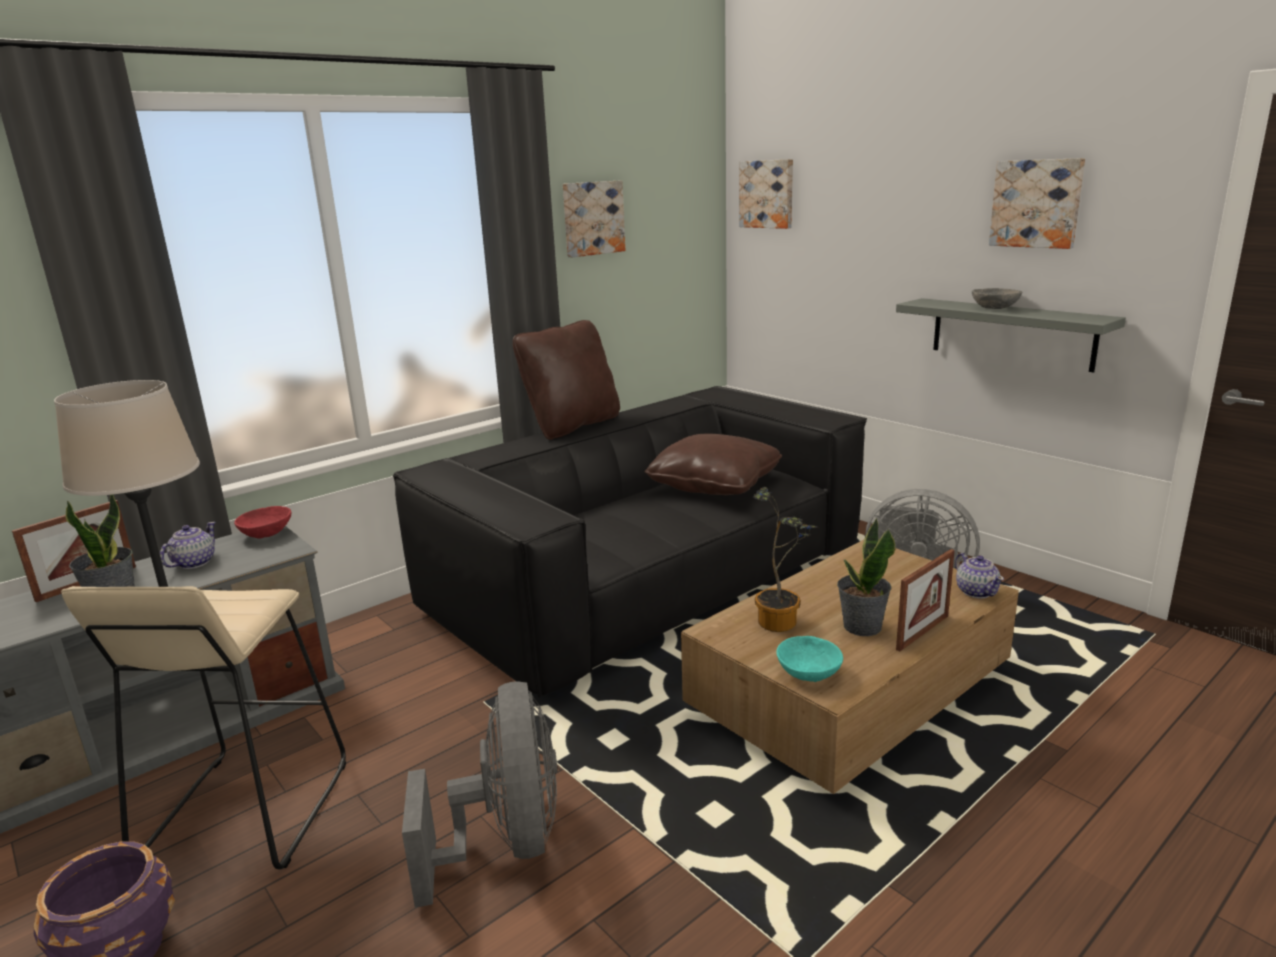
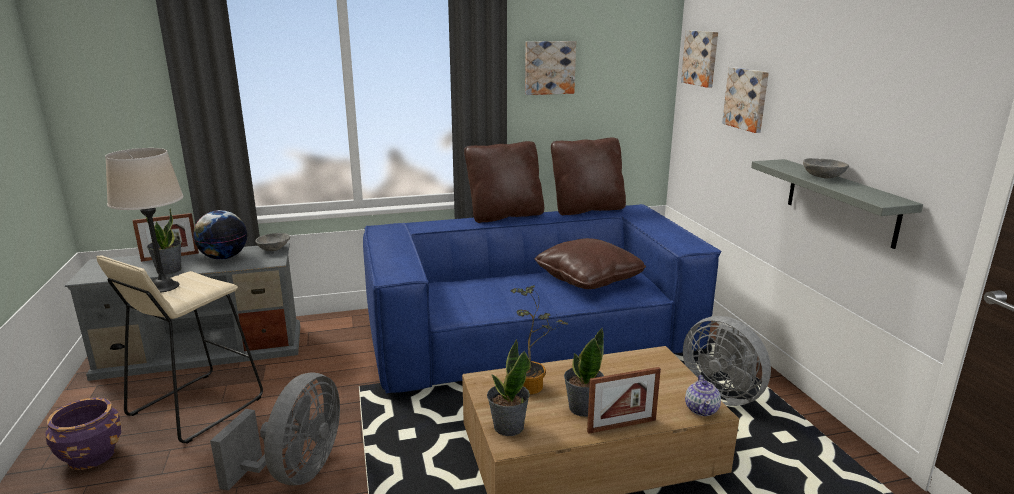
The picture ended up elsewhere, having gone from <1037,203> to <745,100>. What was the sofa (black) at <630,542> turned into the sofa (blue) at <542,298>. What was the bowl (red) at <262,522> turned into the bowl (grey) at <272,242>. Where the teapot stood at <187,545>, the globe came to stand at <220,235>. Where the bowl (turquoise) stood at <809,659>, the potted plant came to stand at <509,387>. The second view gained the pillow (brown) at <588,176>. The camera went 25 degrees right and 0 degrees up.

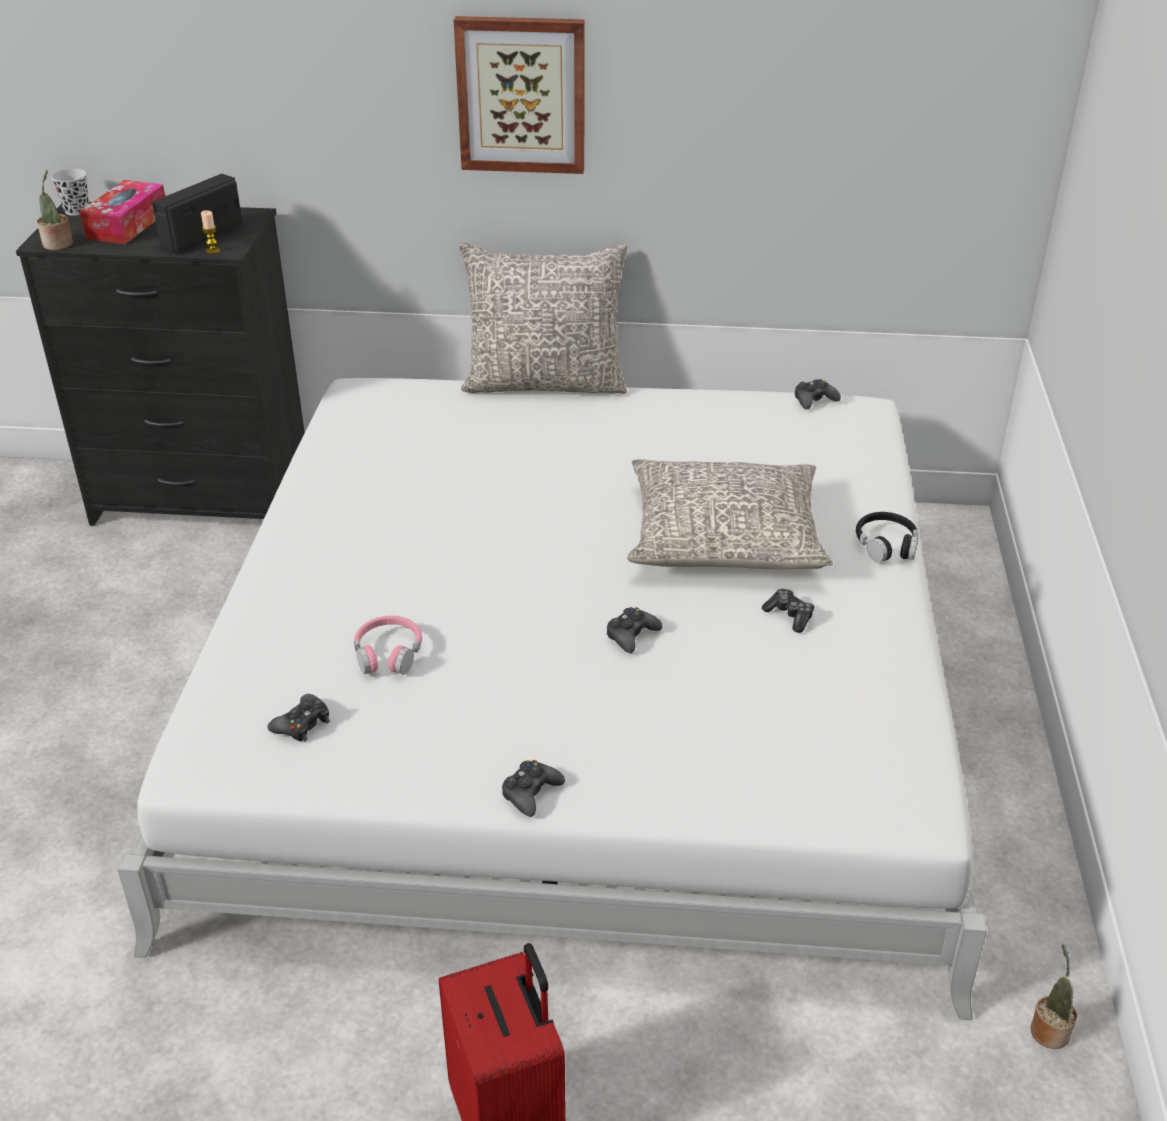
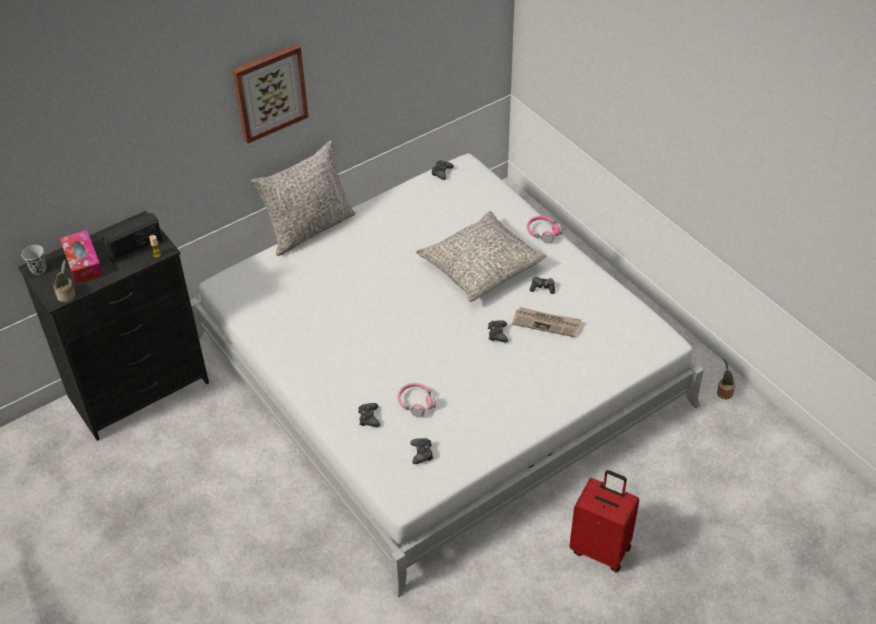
The radio at <197,214> ended up facing another way, 120 degrees counterclockwise from before. What was the headphones (black) at <887,537> turned into the headphones (pink) at <545,230>. The game controller (black) ended up elsewhere, having gone from <533,788> to <369,415>. The second view gained the newspaper at <547,322>. The camera went 40 degrees left and 10 degrees up.

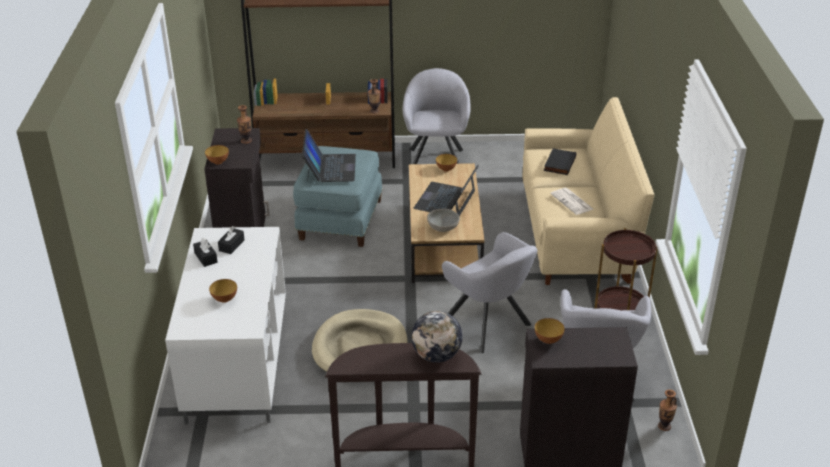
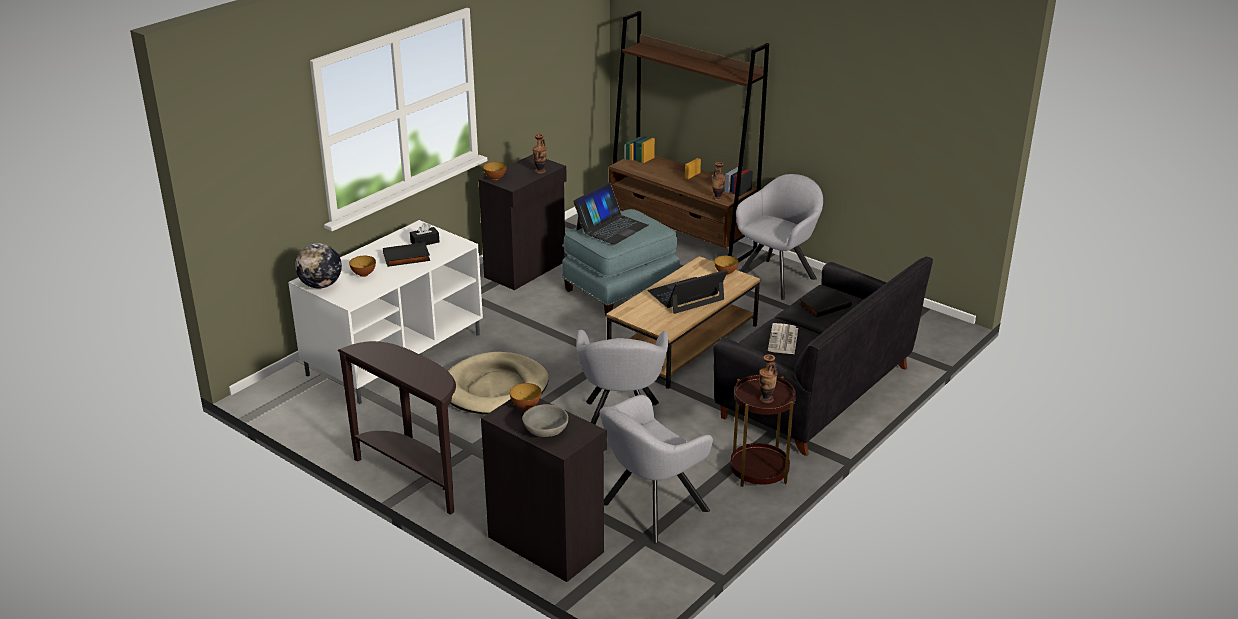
What was the sofa (beige) at <588,191> turned into the sofa (black) at <823,356>. The bowl (grey) ended up elsewhere, having gone from <443,220> to <545,420>. The second view lost the tissue box (black) at <205,252>. The globe ended up elsewhere, having gone from <437,337> to <318,266>. The vase ended up elsewhere, having gone from <667,410> to <768,378>. The second view gained the book (black) at <406,254>. The camera went 40 degrees right and 5 degrees down.

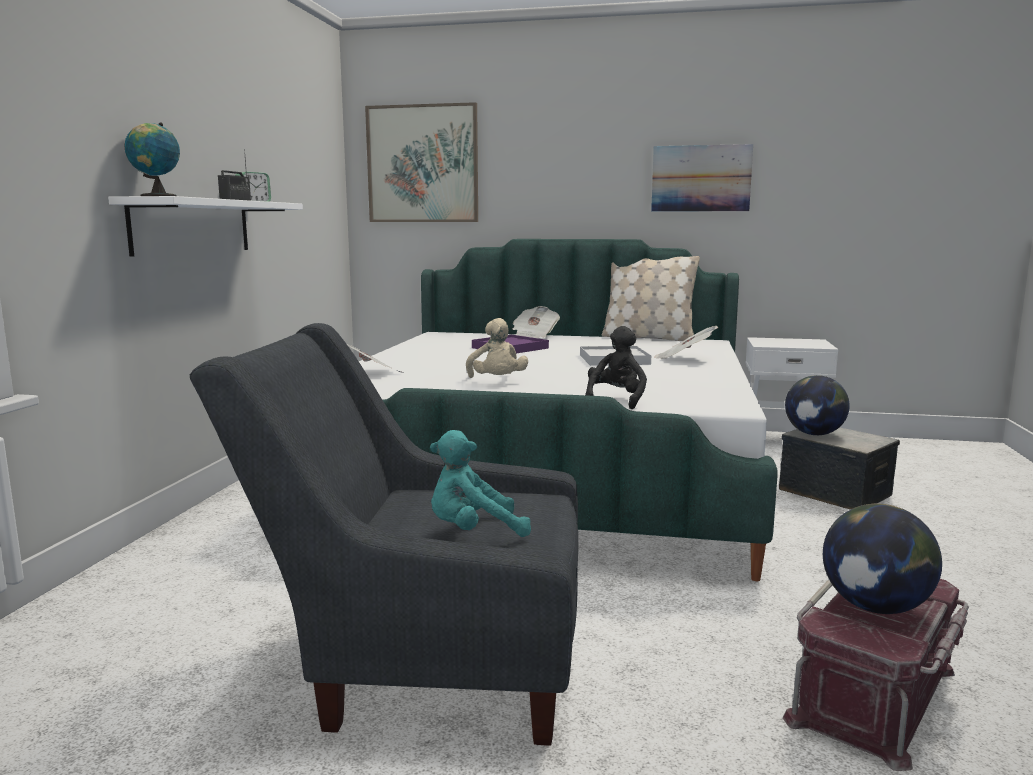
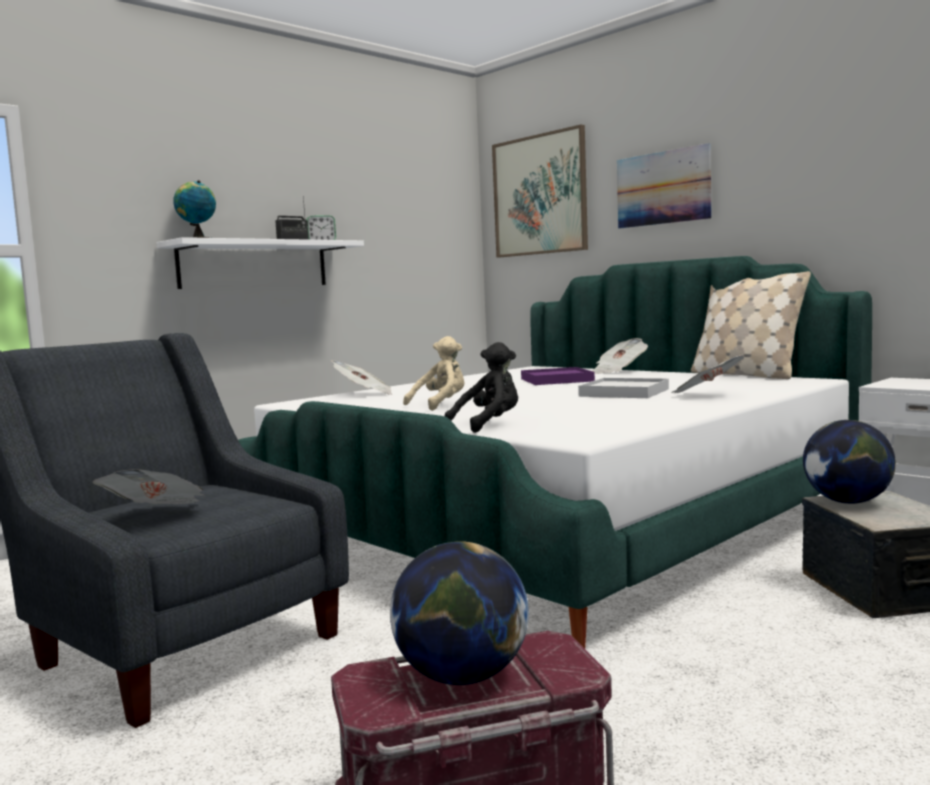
The picture ended up elsewhere, having gone from <702,178> to <664,186>. The plush toy (beige) at <497,348> ended up facing another way, 150 degrees counterclockwise from before. Where the plush toy (turquoise) stood at <480,483>, the newspaper came to stand at <148,486>. The camera went 35 degrees right and 5 degrees down.

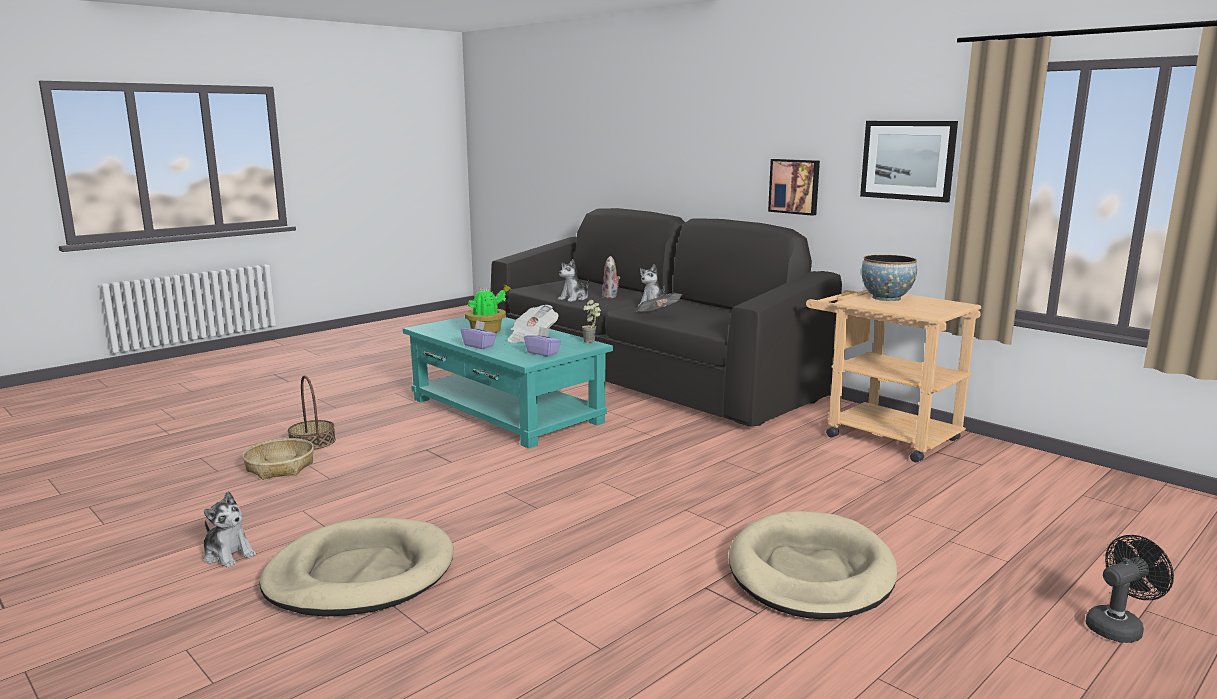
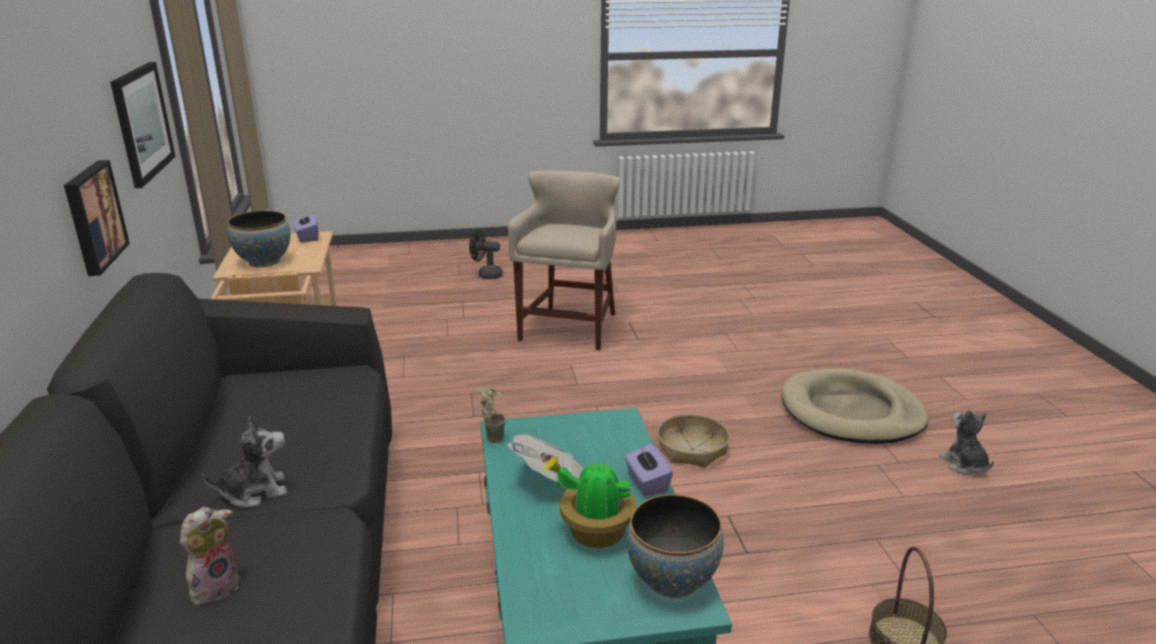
The second view lost the plush toy at <573,280>. The second view lost the newspaper at <658,302>. The tissue box (purple) ended up elsewhere, having gone from <542,342> to <305,227>. The basket ended up elsewhere, having gone from <278,459> to <693,441>. Where the dog bed (beige) stood at <813,565>, the stool (beige) came to stand at <564,261>. The second view gained the bowl at <675,546>. The camera went 145 degrees left and 10 degrees up.

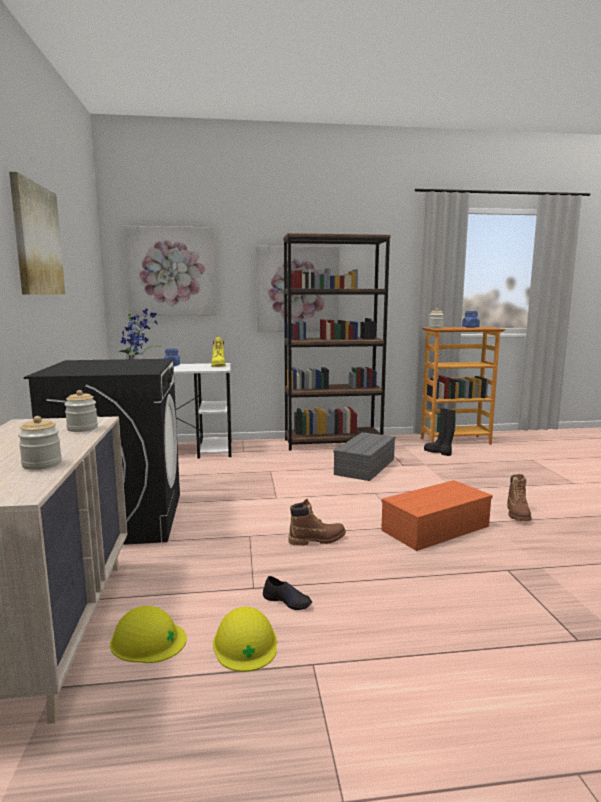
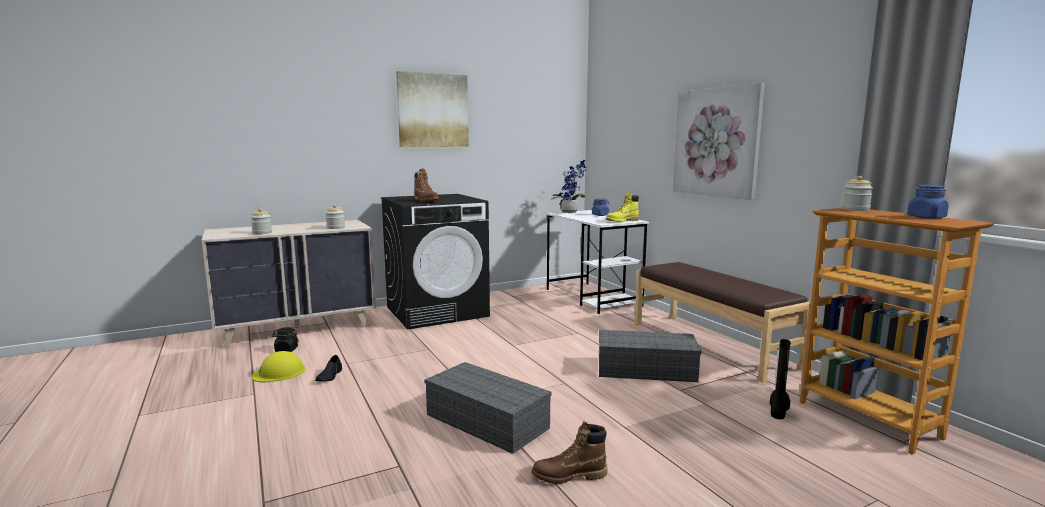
The second view lost the picture at <170,271>. Where the bookcase (brown) stood at <337,342>, the bench (brown) came to stand at <723,322>. What was the storage box (orange) at <437,515> turned into the storage box (grey) at <487,408>. The boot (brown) ended up elsewhere, having gone from <317,522> to <426,185>. Where the hard hat (yellow) stood at <148,634>, the jar (black) came to stand at <285,339>. The camera went 70 degrees right and 0 degrees up.

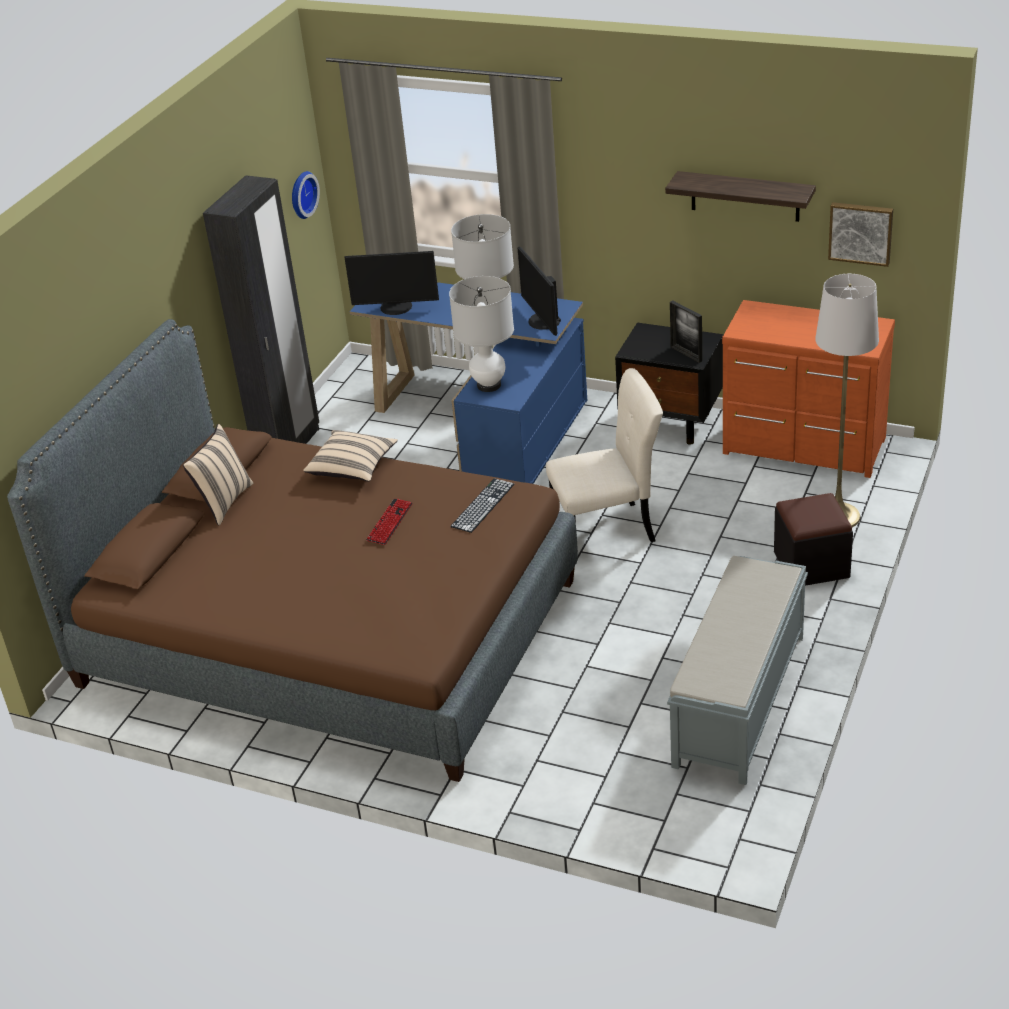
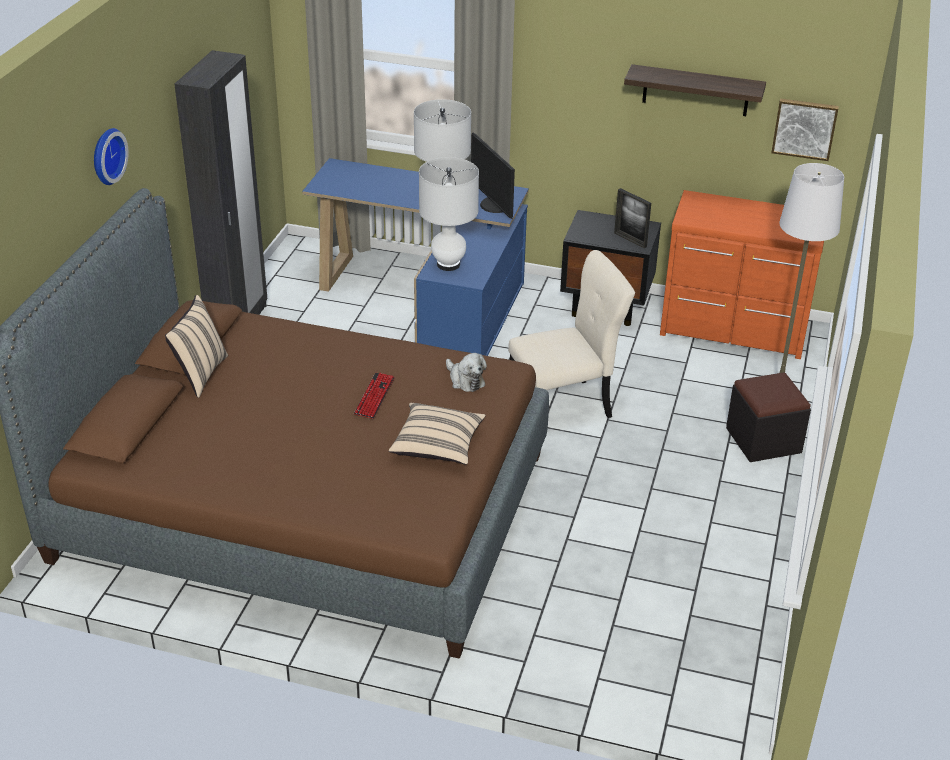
The wall clock ended up elsewhere, having gone from <306,195> to <111,156>. The second view lost the monitor at <391,283>. The pillow (beige) ended up elsewhere, having gone from <350,456> to <437,434>. Where the keyboard stood at <482,505>, the plush toy came to stand at <466,372>. The second view lost the bench (grey) at <737,670>. The camera went 10 degrees left and 0 degrees up.

